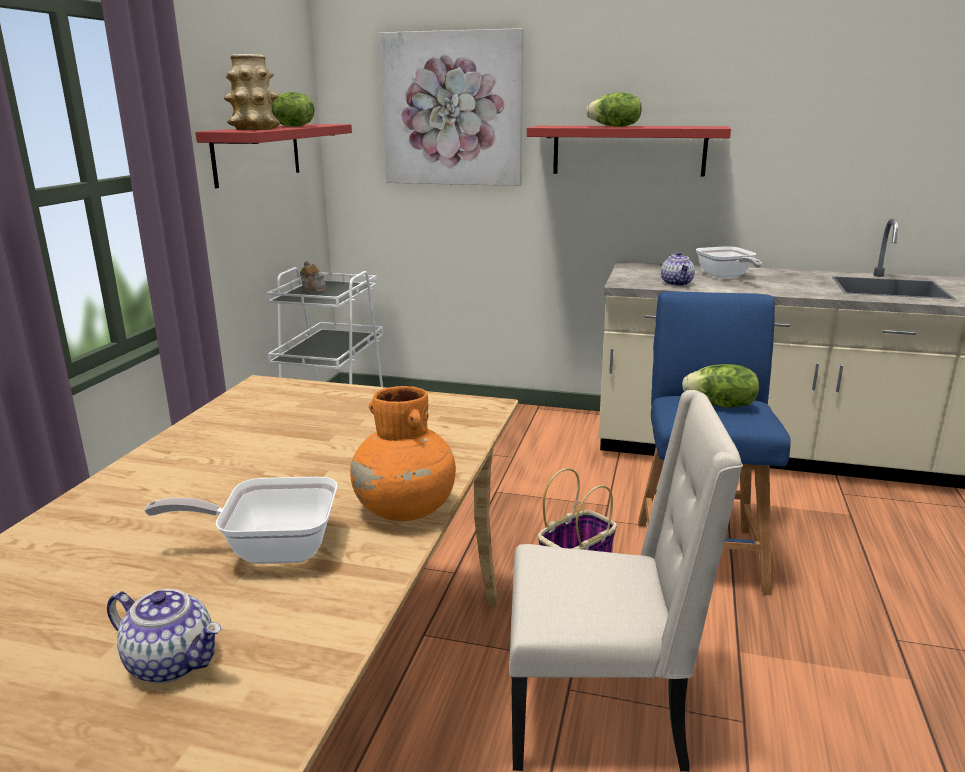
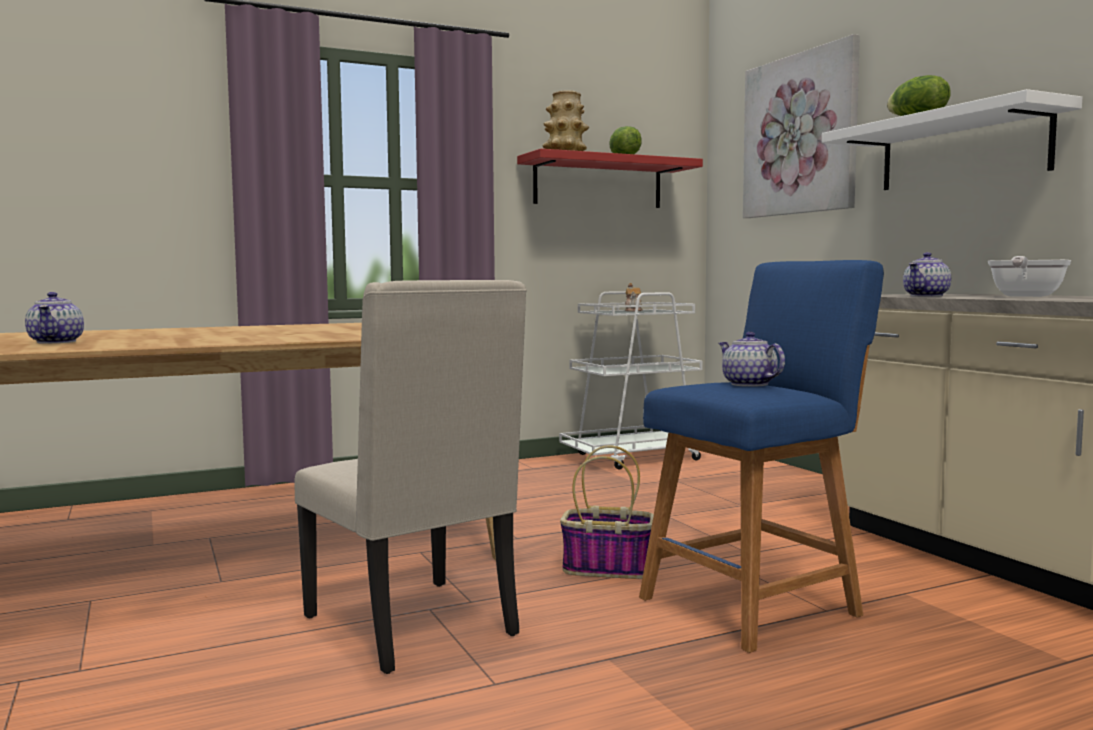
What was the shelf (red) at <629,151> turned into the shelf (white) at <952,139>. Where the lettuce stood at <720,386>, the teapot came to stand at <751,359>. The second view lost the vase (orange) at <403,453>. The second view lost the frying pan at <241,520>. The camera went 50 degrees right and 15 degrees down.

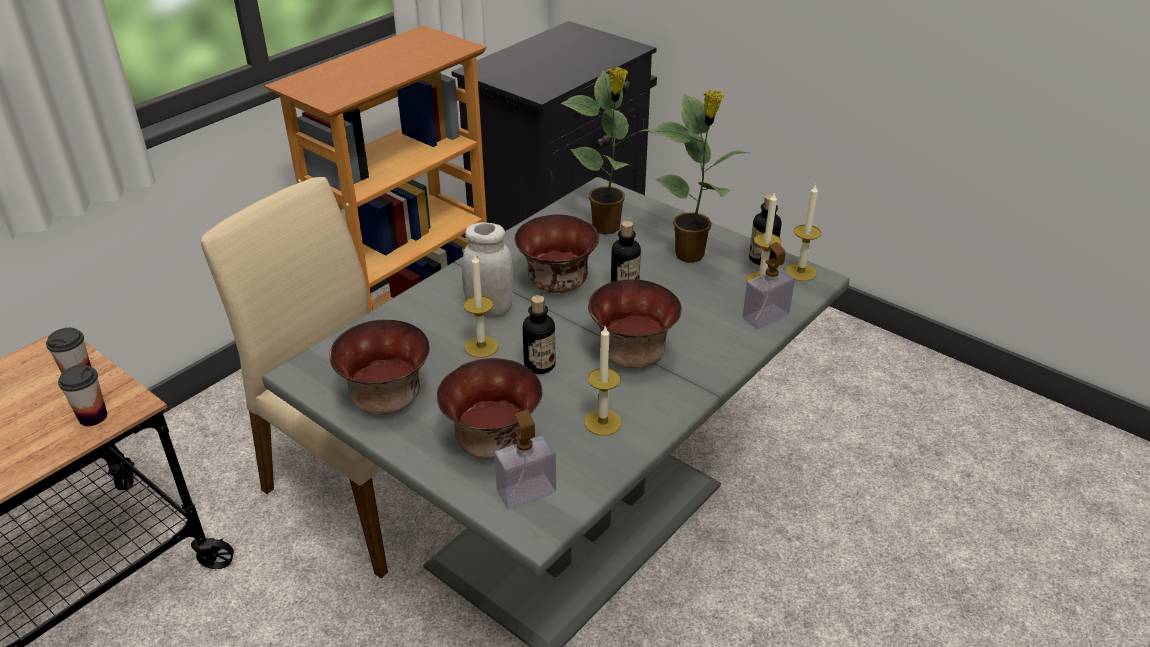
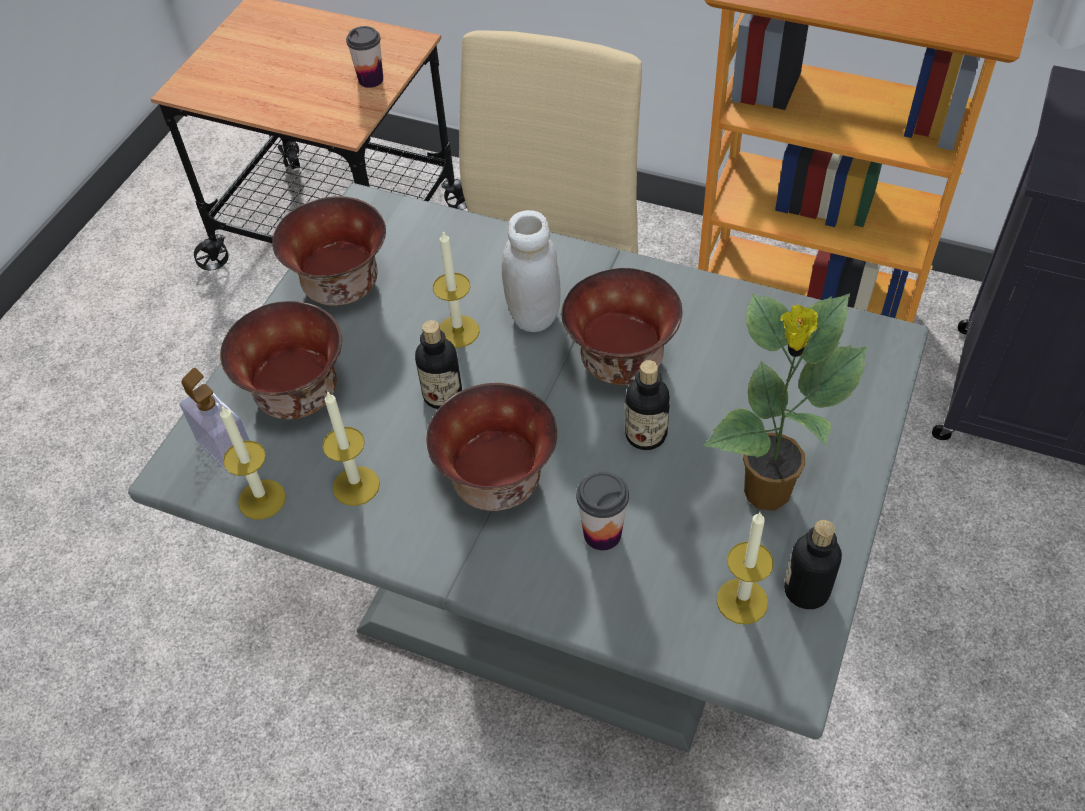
The second view lost the potted plant at <606,151>. The candle ended up elsewhere, having gone from <803,232> to <253,462>. The second view lost the soap dispenser at <769,285>. The cup ended up elsewhere, having gone from <82,395> to <602,511>. The camera went 75 degrees right and 15 degrees up.

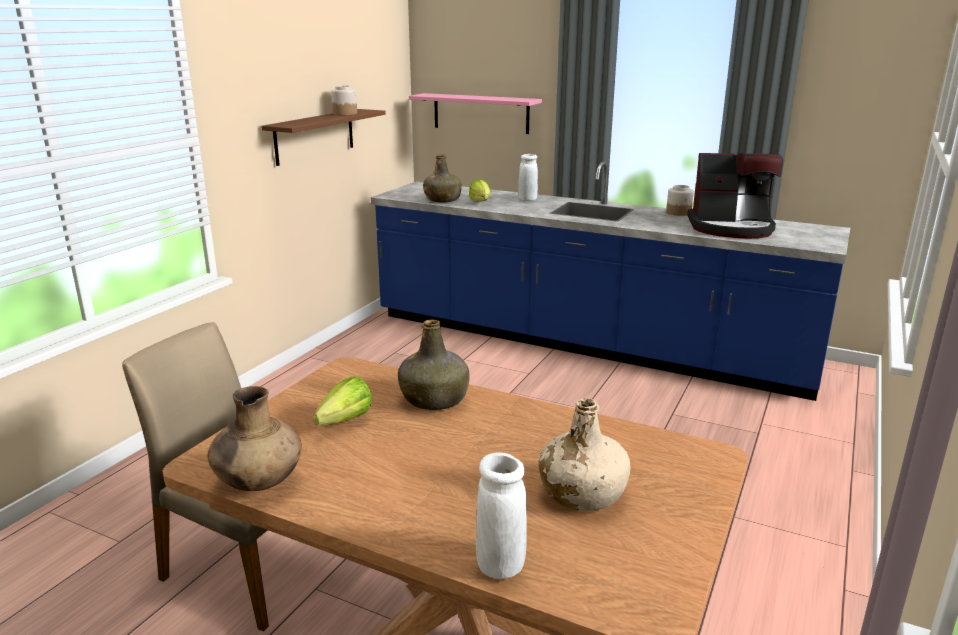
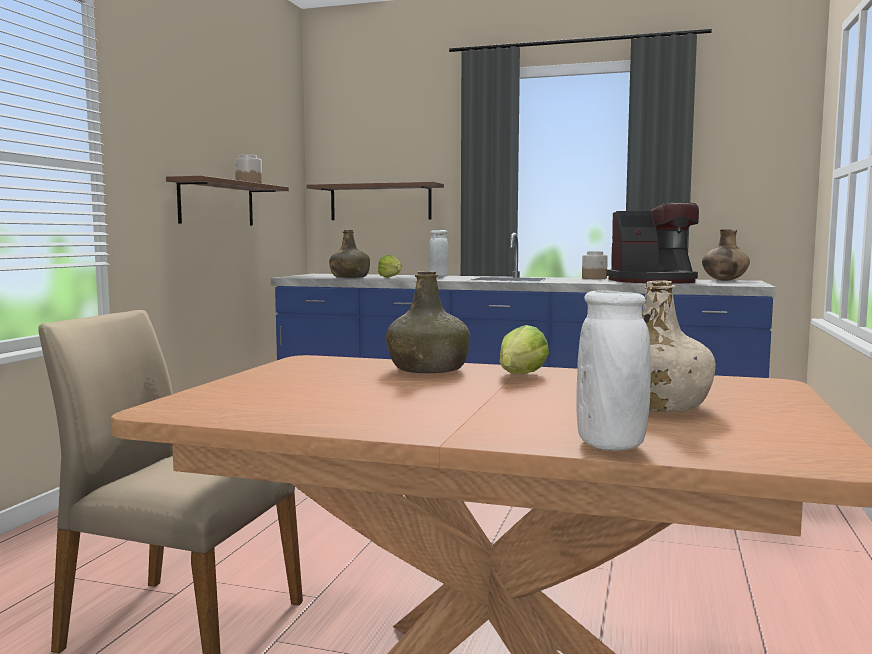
What was the shelf (pink) at <475,113> turned into the shelf (brown) at <375,201>. The lettuce ended up elsewhere, having gone from <342,401> to <524,349>. The vase (brown) ended up elsewhere, having gone from <255,438> to <726,255>. The camera went 10 degrees left and 15 degrees down.

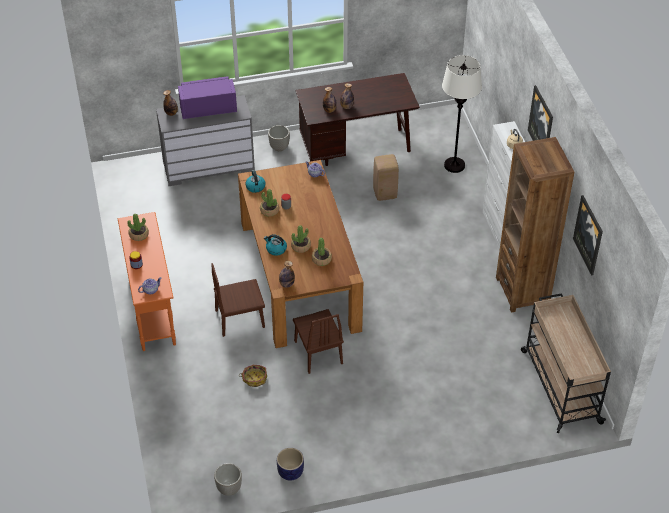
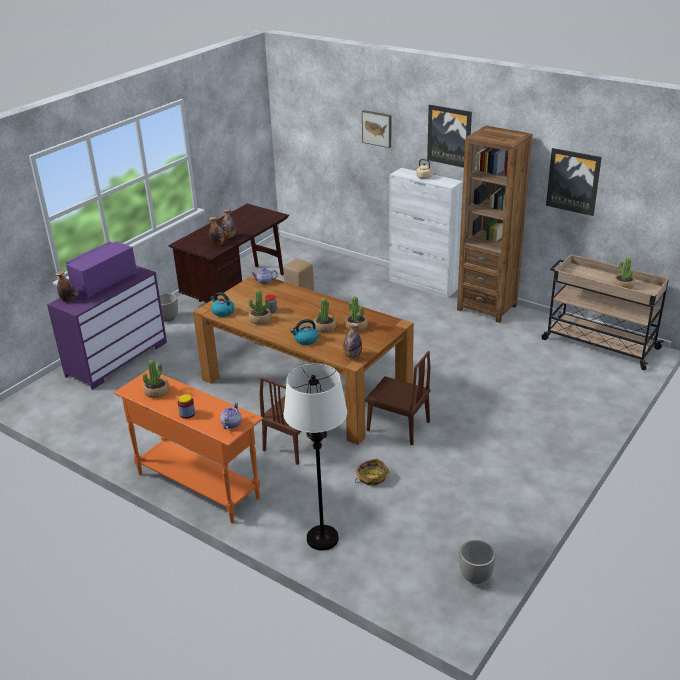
The floor lamp (white) ended up elsewhere, having gone from <462,114> to <315,457>. What was the dresser (grey) at <205,140> turned into the dresser (purple) at <107,327>. The second view lost the planter at <290,464>. The second view gained the picture at <376,129>. The second view gained the potted plant at <624,273>. The camera went 40 degrees left and 15 degrees down.

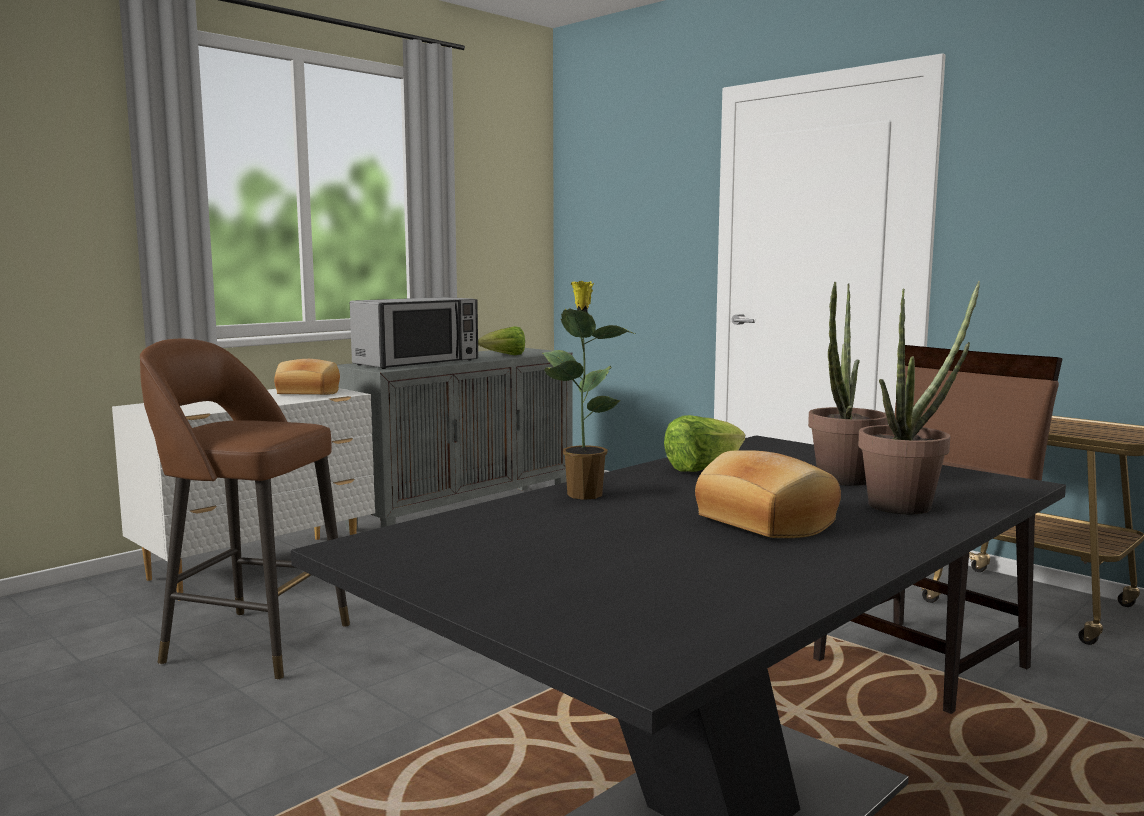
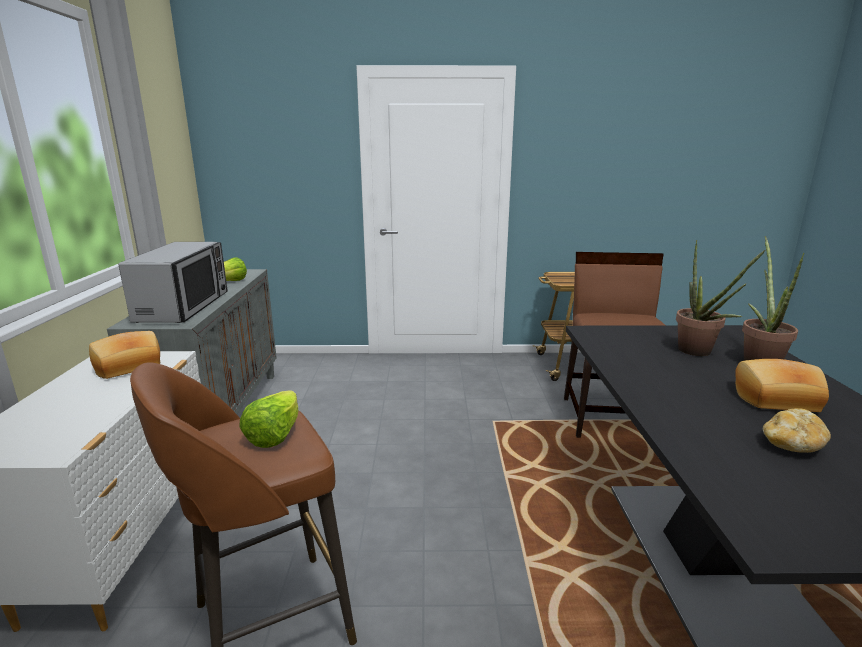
The second view lost the potted plant at <589,390>. The lettuce ended up elsewhere, having gone from <704,443> to <268,419>. The second view gained the bread at <797,430>. The camera went 45 degrees left and 10 degrees up.

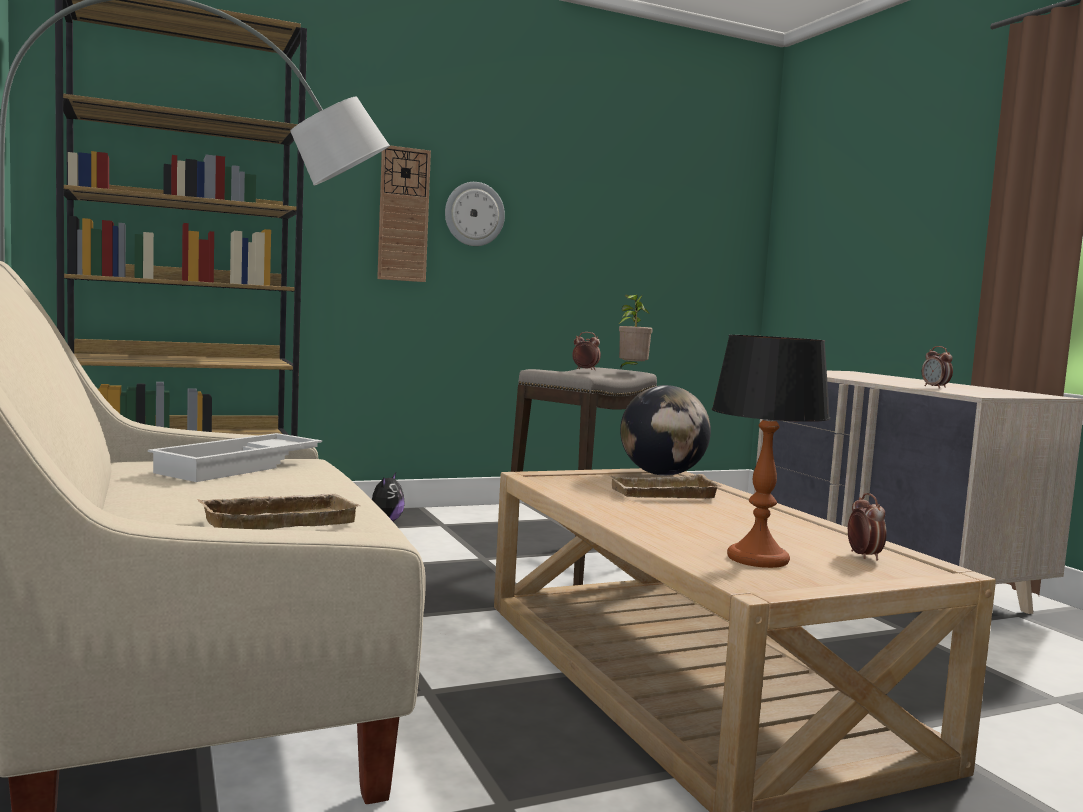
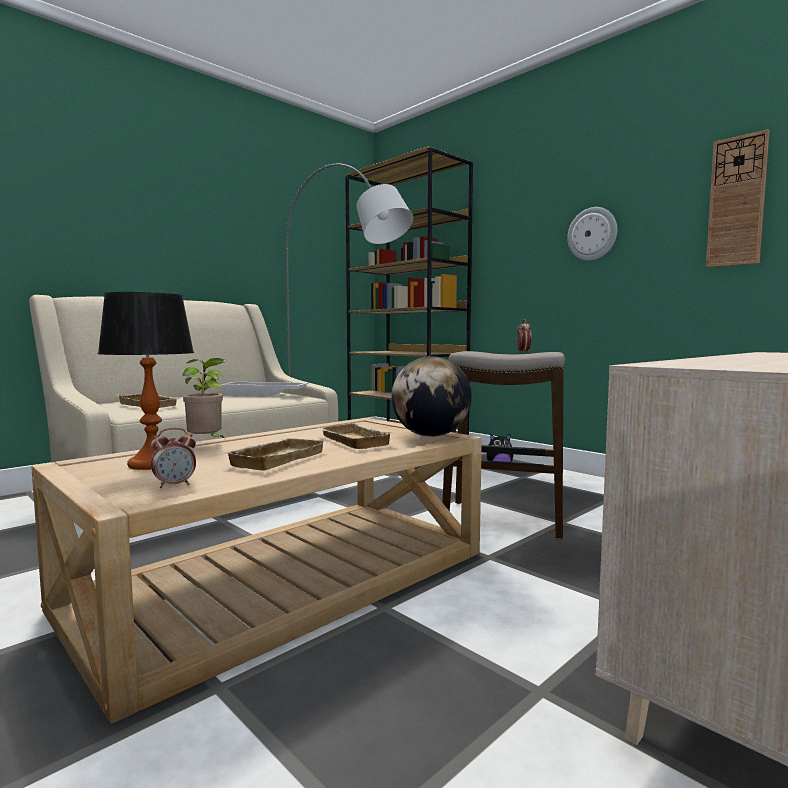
The wall clock ended up elsewhere, having gone from <404,213> to <738,198>. The potted plant ended up elsewhere, having gone from <636,331> to <204,398>. The second view lost the alarm clock at <937,367>. The second view gained the tray (beige) at <275,454>. The camera went 70 degrees right and 0 degrees up.

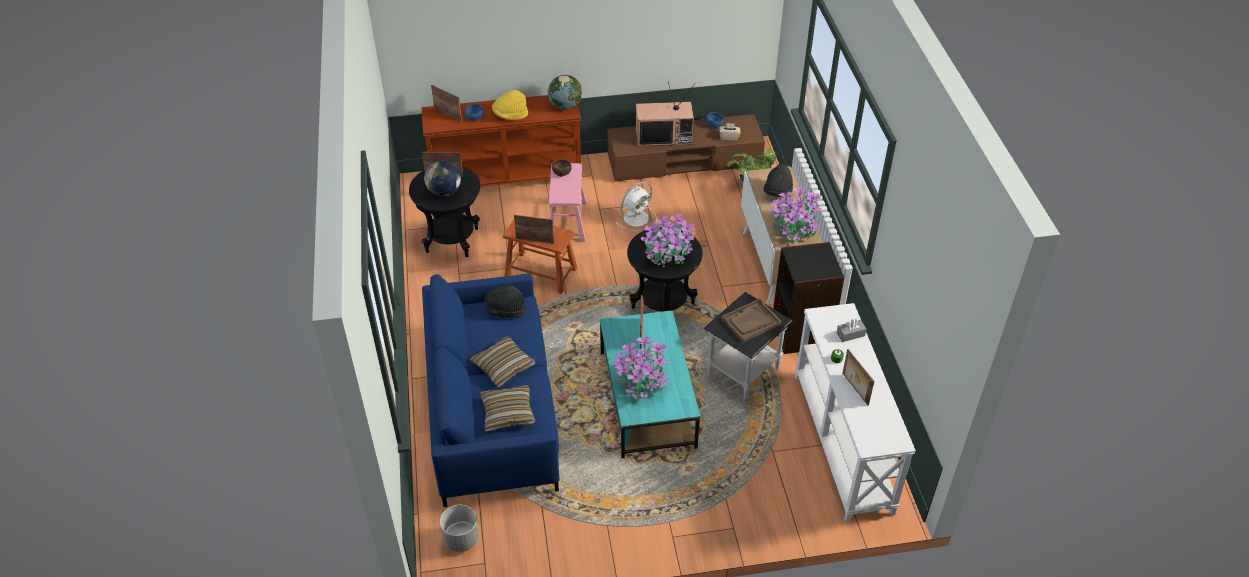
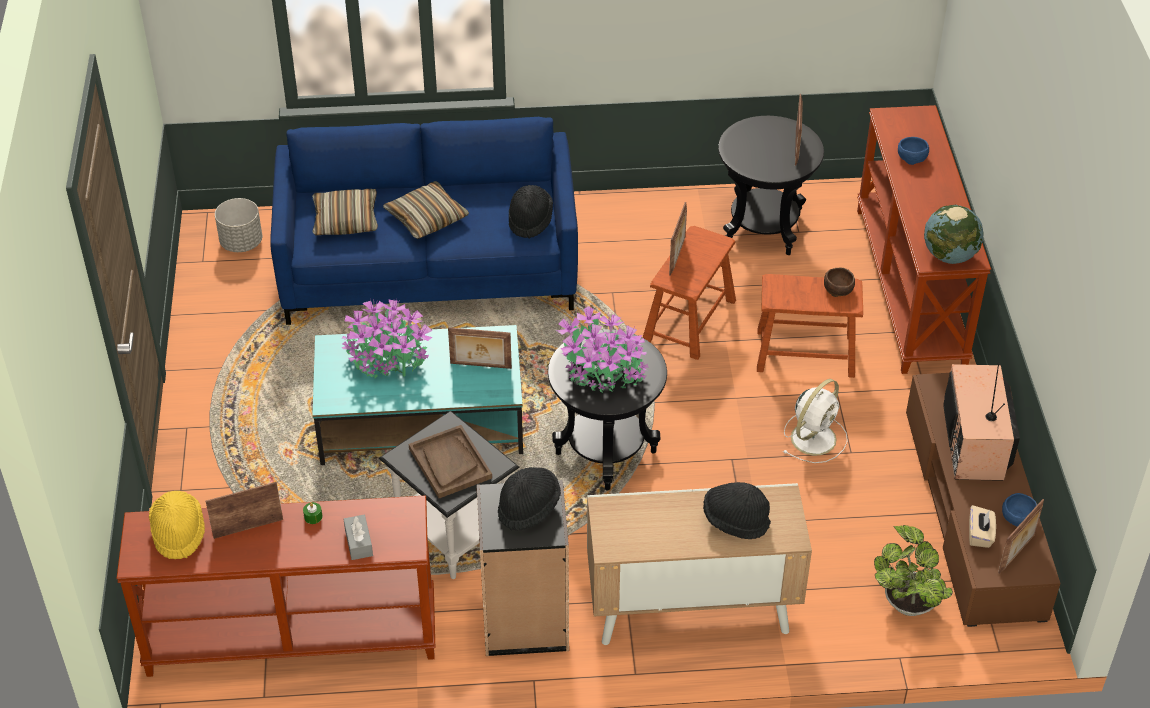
The picture frame ended up elsewhere, having gone from <446,103> to <1021,536>. The hat (yellow) ended up elsewhere, having gone from <510,105> to <177,525>. The second view lost the globe at <442,178>. What was the stool (pink) at <568,202> turned into the stool (brown) at <810,326>. The fan (white) at <636,206> ended up facing another way, 105 degrees counterclockwise from before. The second view lost the potted plant at <796,214>. What was the console table (white) at <855,412> turned into the console table (brown) at <275,586>. The second view gained the hat (black) at <529,499>. The camera went 95 degrees right and 0 degrees up.

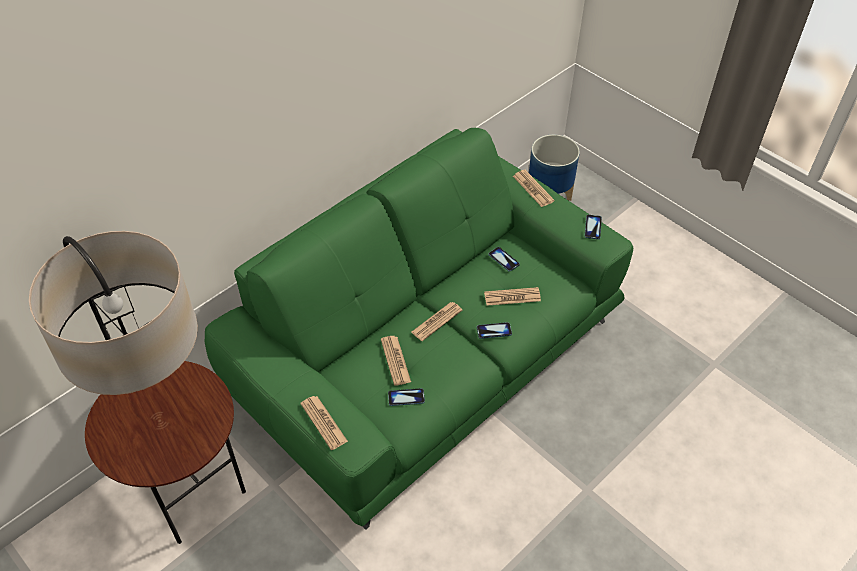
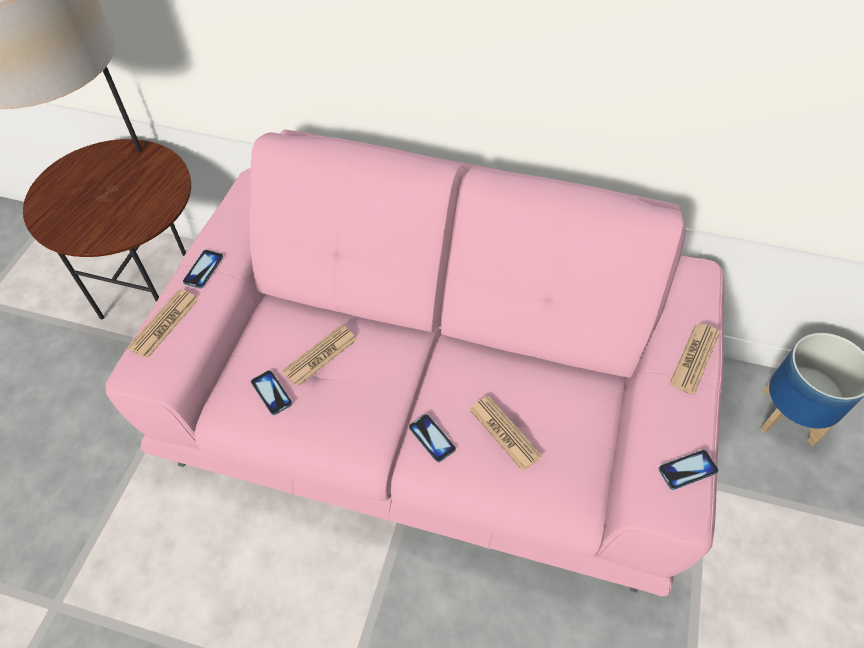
What was the sofa (green) at <419,329> turned into the sofa (pink) at <415,363>. The phone ended up elsewhere, having gone from <504,259> to <203,269>. The second view lost the newspaper at <436,321>. The camera went 60 degrees right and 5 degrees up.

